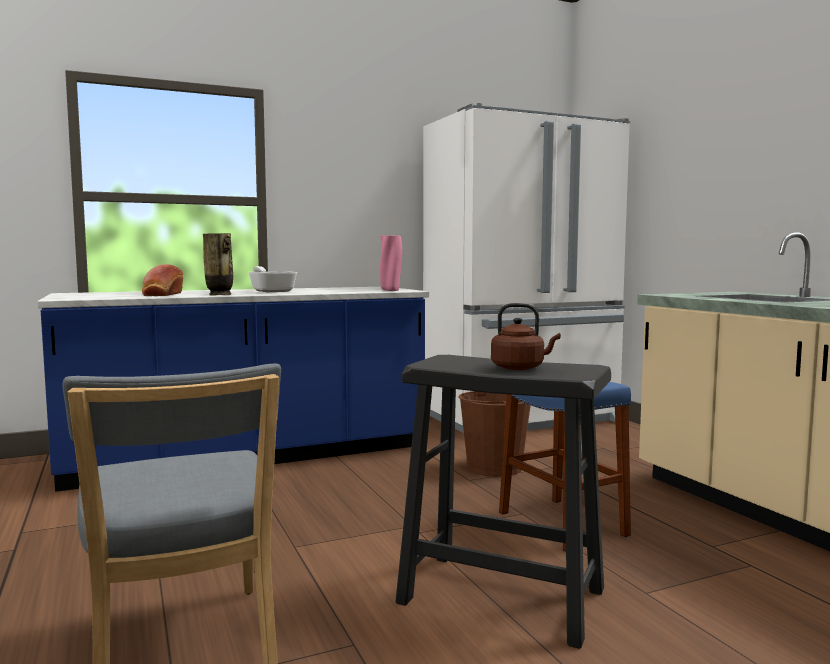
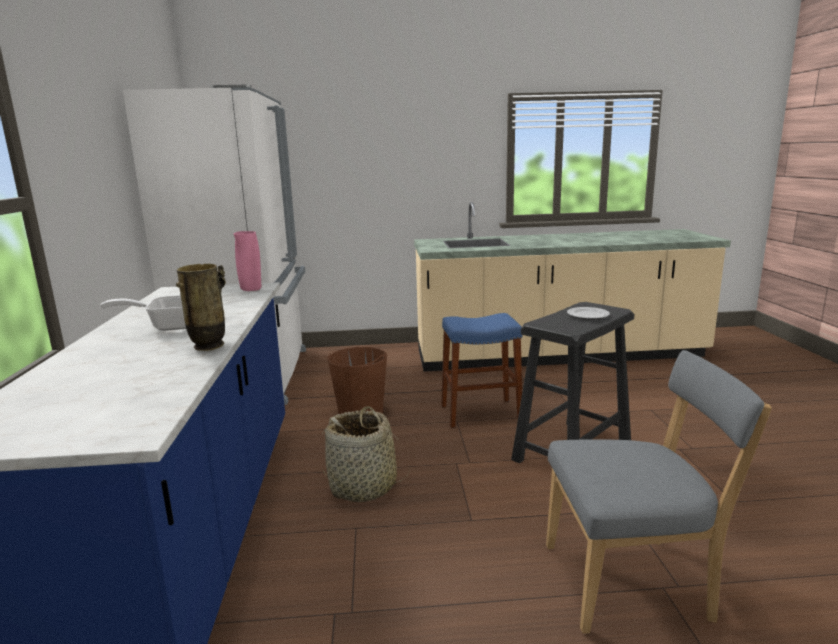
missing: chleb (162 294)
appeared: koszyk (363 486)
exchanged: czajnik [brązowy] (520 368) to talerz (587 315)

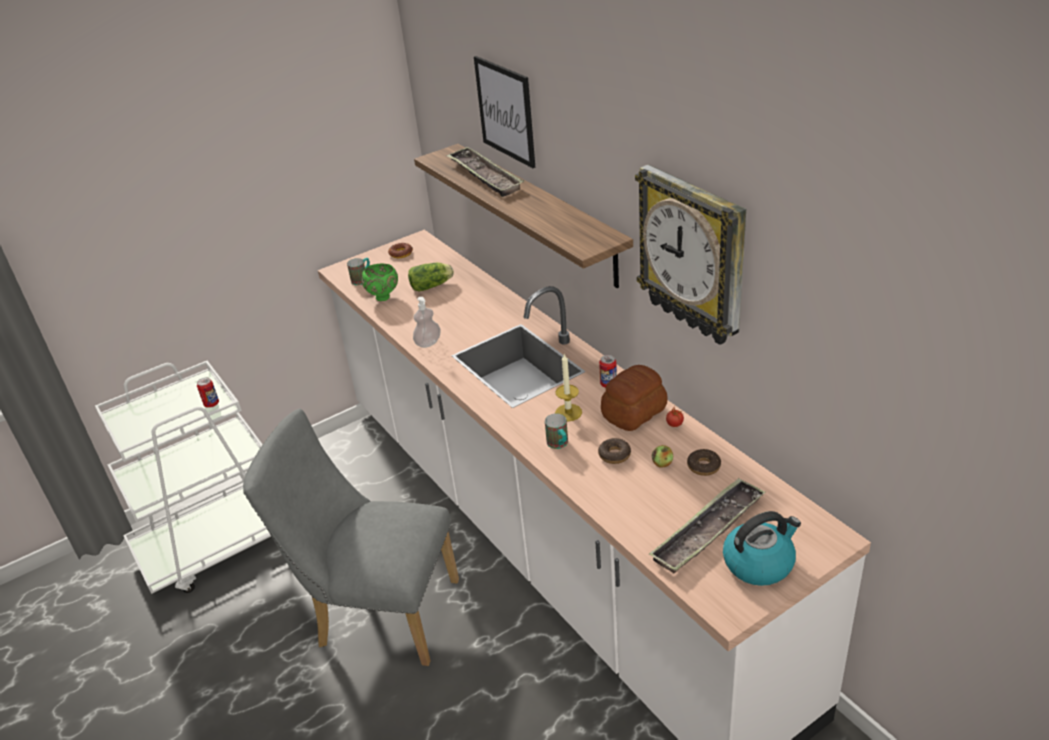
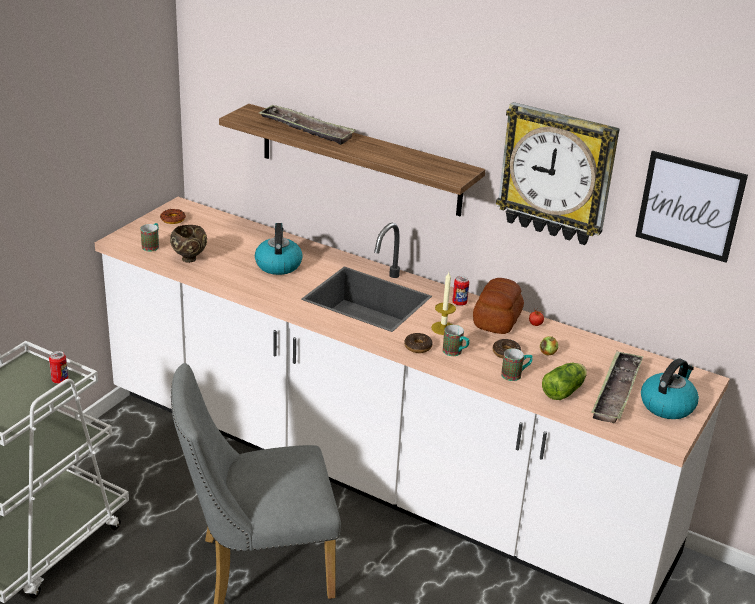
missing: dozownik mydła (428 343)
appeared: czajnik (278 265); kubek (515 375)
relocated: donut (703 466) to (418 347); sałata (433 286) to (565 390); obraz (505 111) to (690 206)
colour: miska [zielony] (384 297) to miska [brązowy] (190 259)

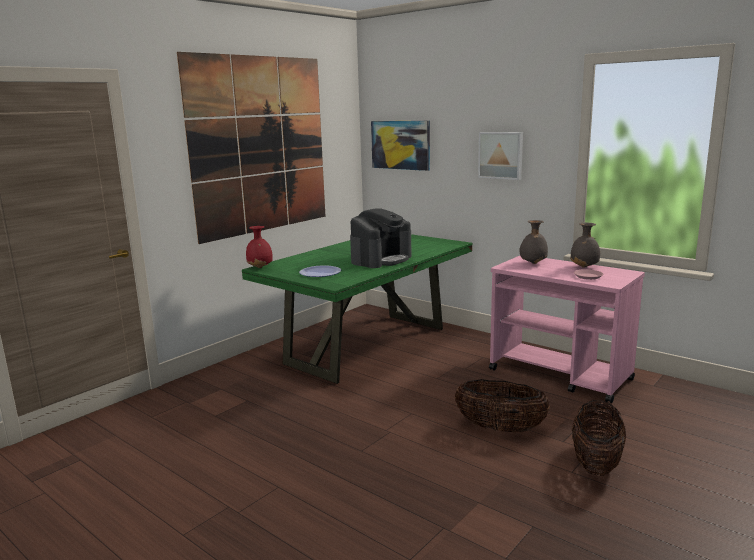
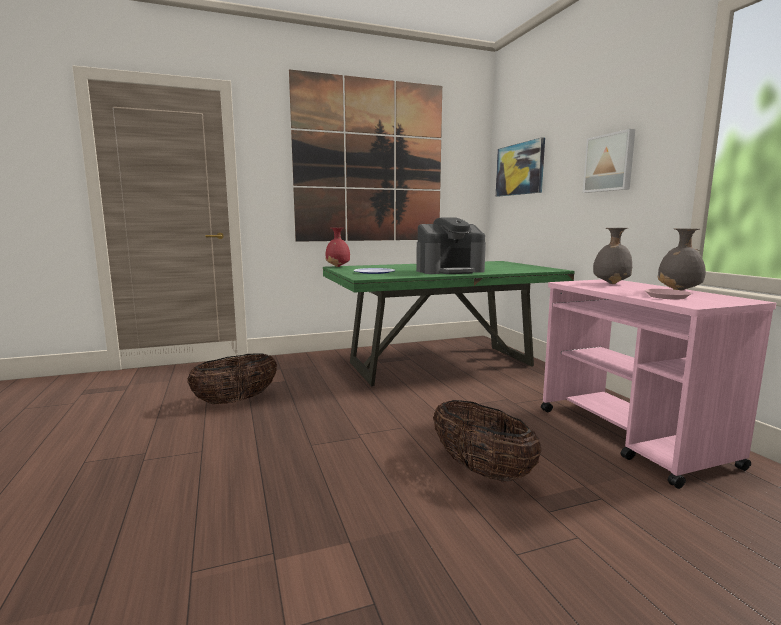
relocated: koszyk (596 462) to (236 400)

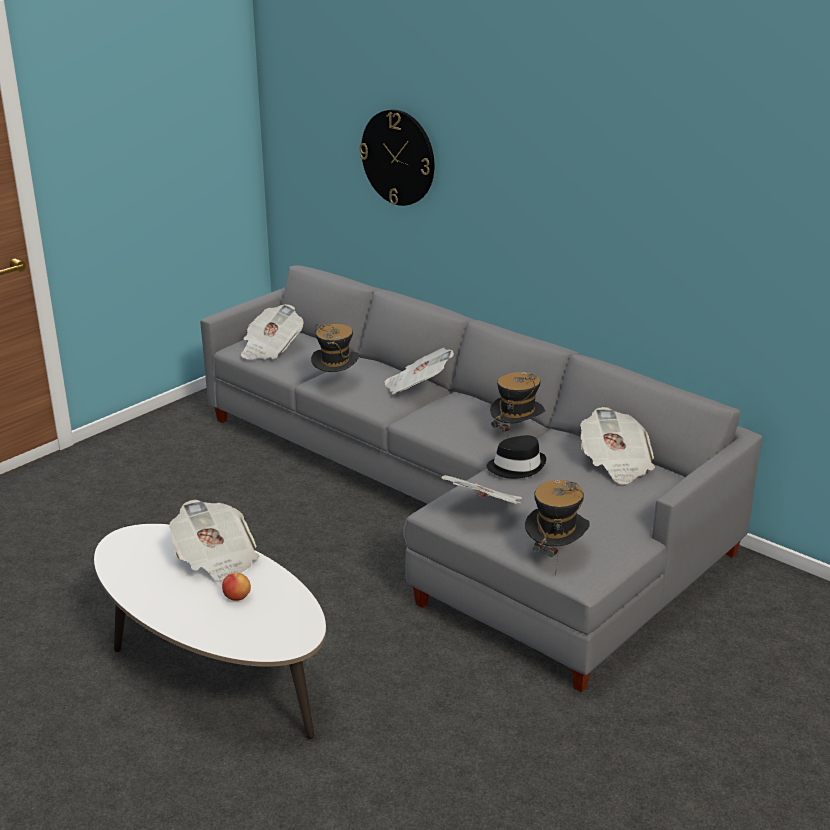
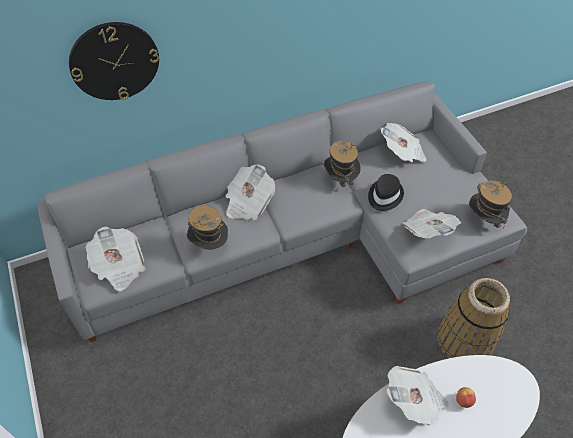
appeared: koszyk (465 339)

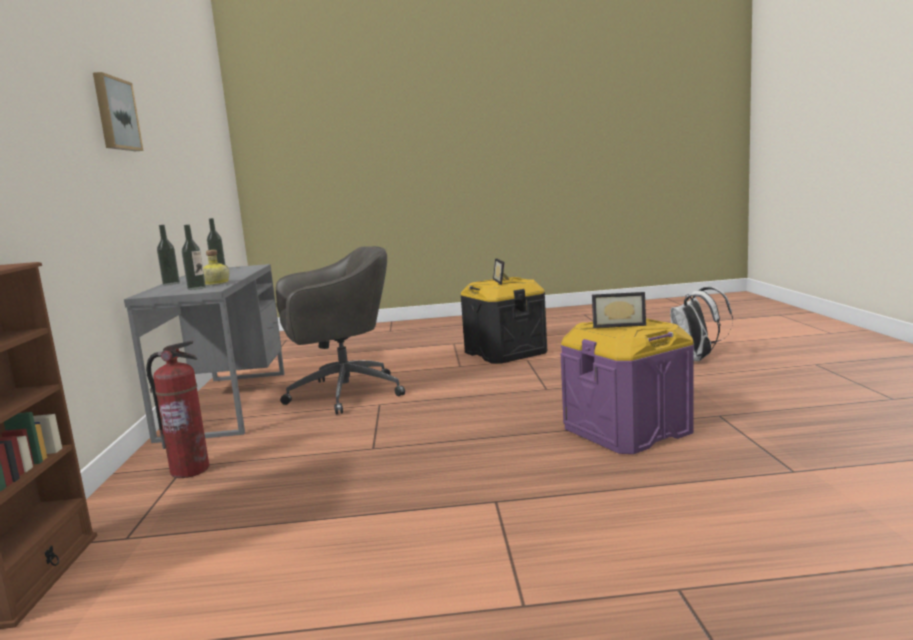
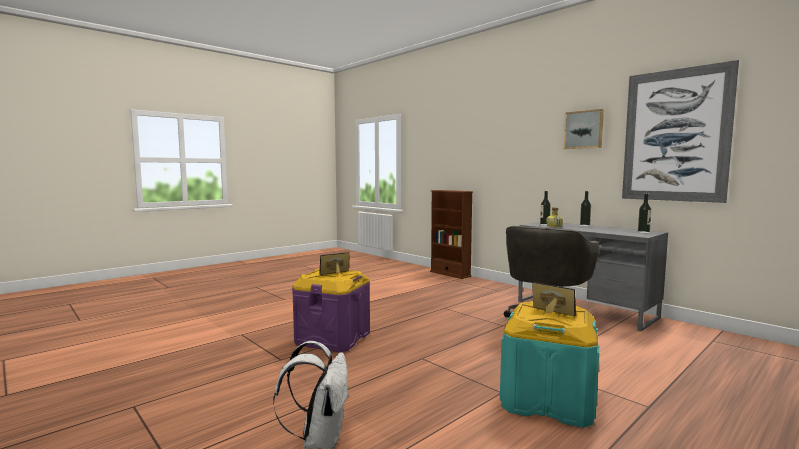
missing: gaśnica (190 470)
appeared: obraz (675 135)
colour: pojemnik do przechowywania [czarny] (505 353) to pojemnik do przechowywania [turkusowy] (547 400)

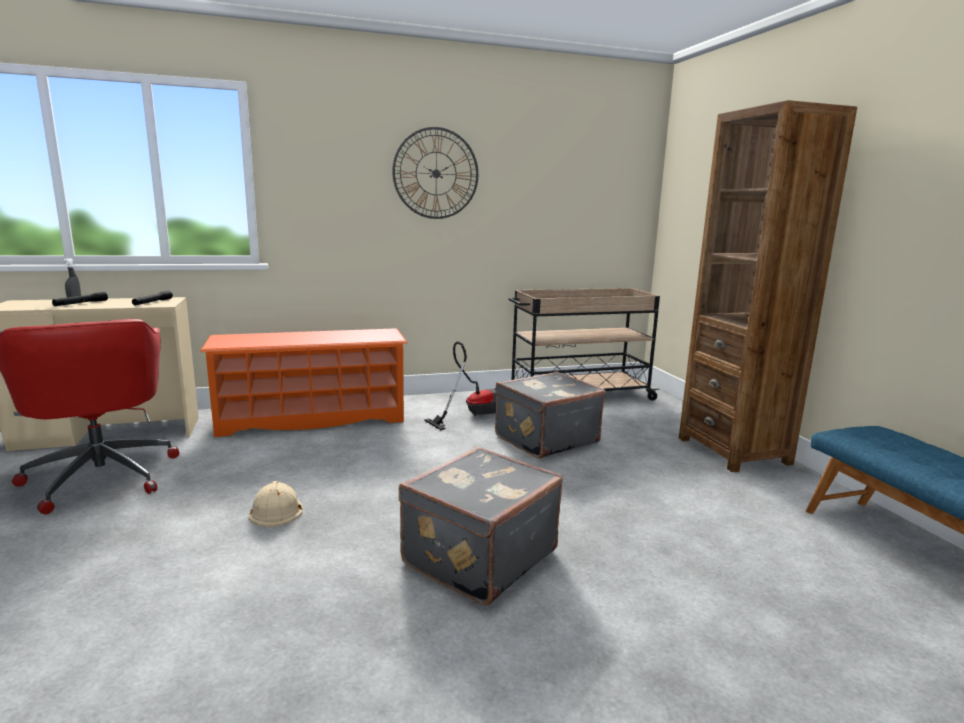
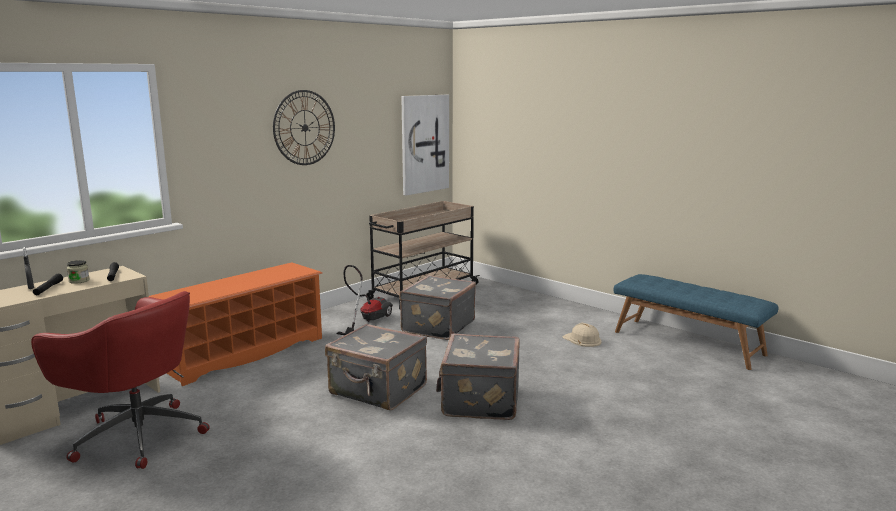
missing: regał [brązowy] (733 451)
appeared: słoik (79 281); walizka [szary] (378 391); obraz (424 144)
relocated: kask [beżowy] (276 510) to (582 340)

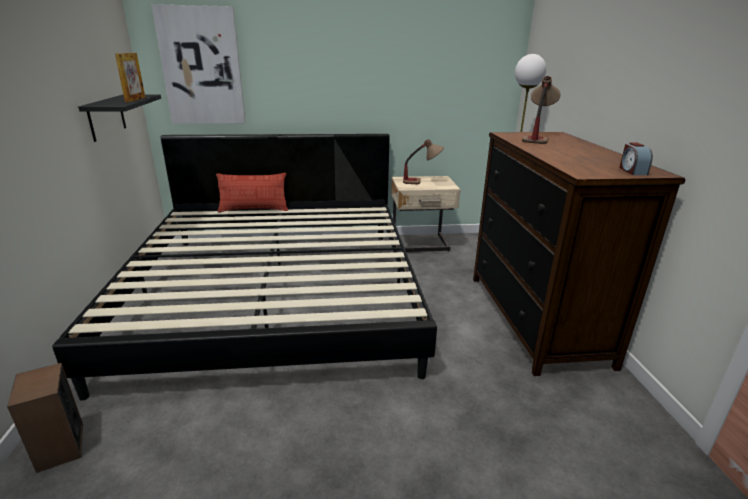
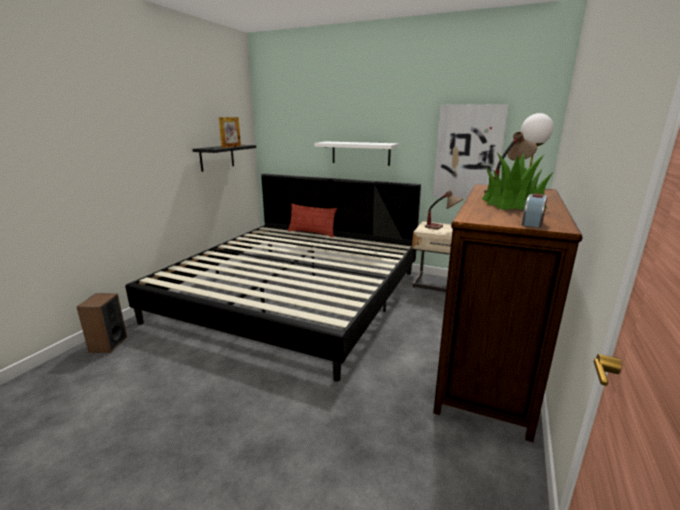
appeared: półka [biały] (360 153); roślina doniczkowa (512 203)
relocated: obraz (202 67) to (468 153)

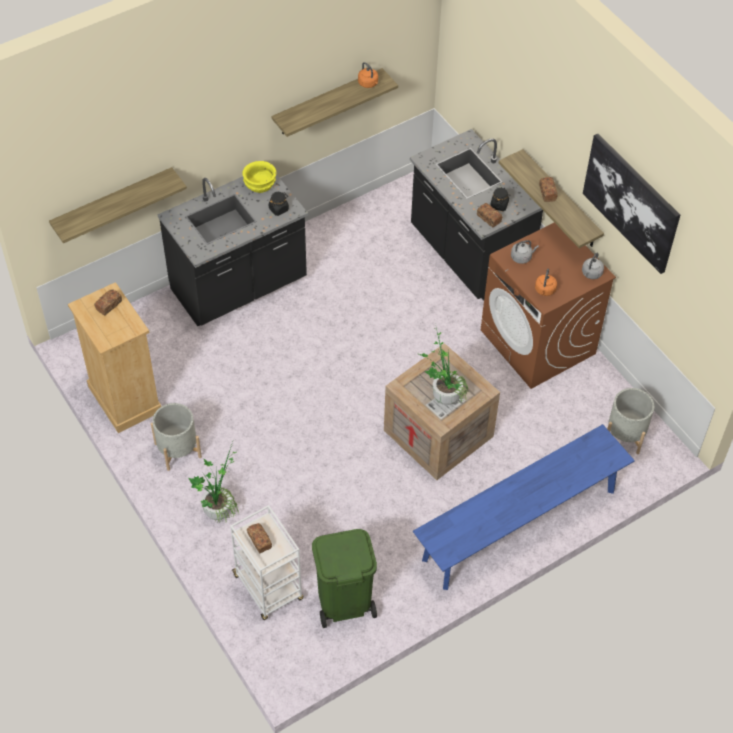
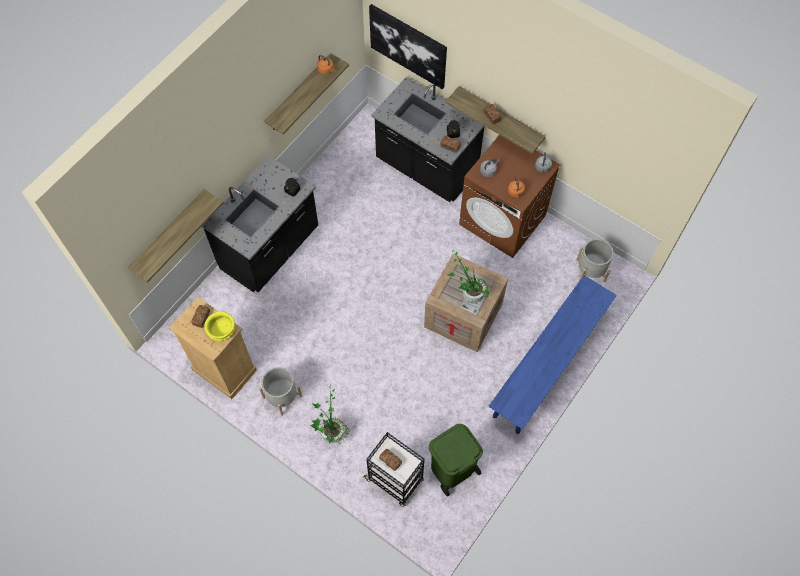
relocated: miska [żółty] (259 185) to (221 331); obraz (631 202) to (408 46)
colour: wózek [biały] (269 588) to wózek [czarny] (395 480)

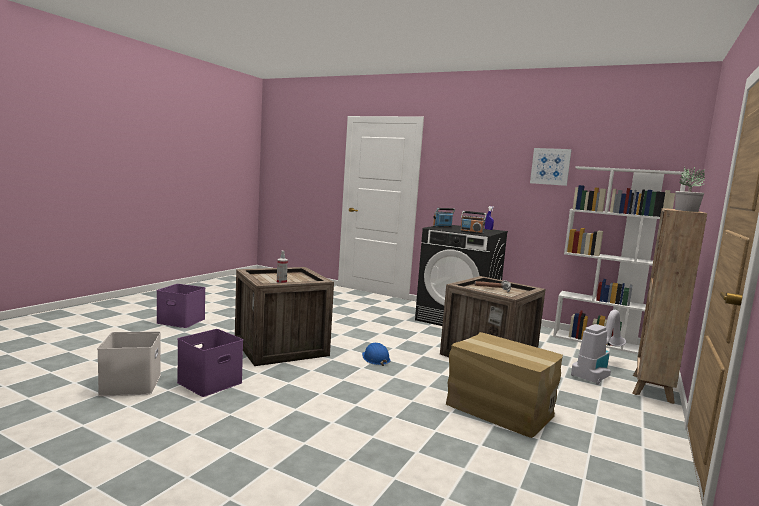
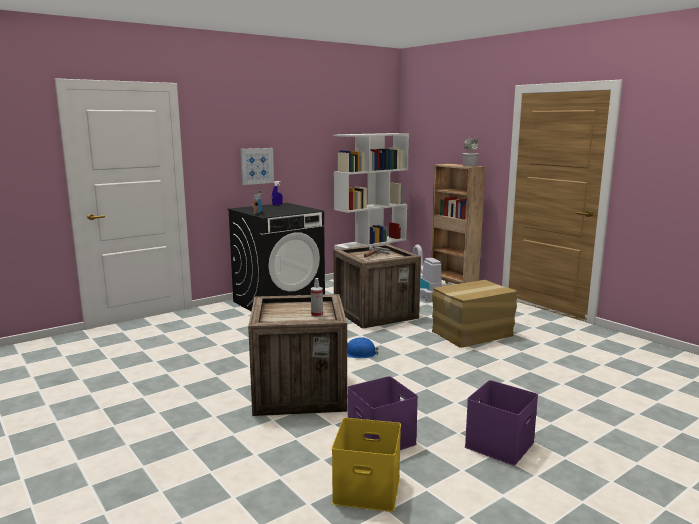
missing: radio (471 232)
relocated: obraz (550 166) to (256 166); pojemnik do przechowywania [fioletowy] (182 321) to (499 443)
colour: pojemnik do przechowywania [biały] (130 384) to pojemnik do przechowywania [żółty] (365 489)

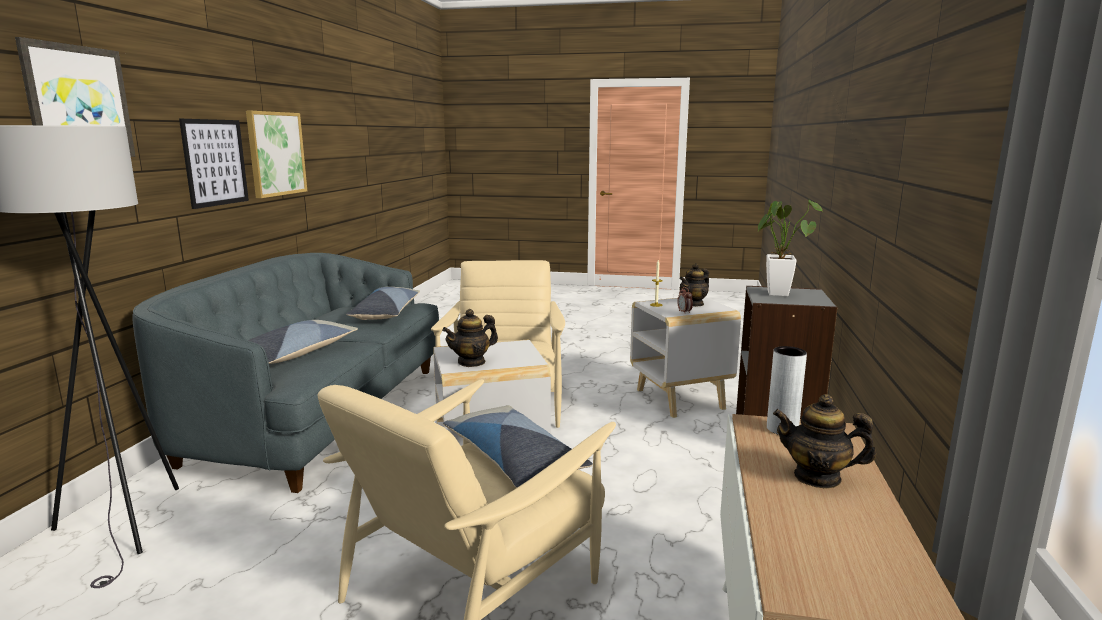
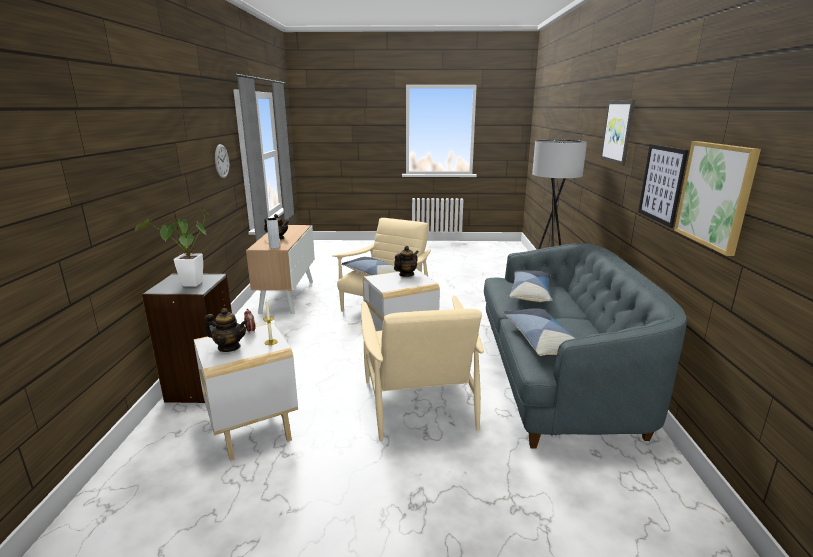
appeared: zegar ścienny (221 161)
spun: imbryk (693 304) = (229 347) 60 degrees clockwise

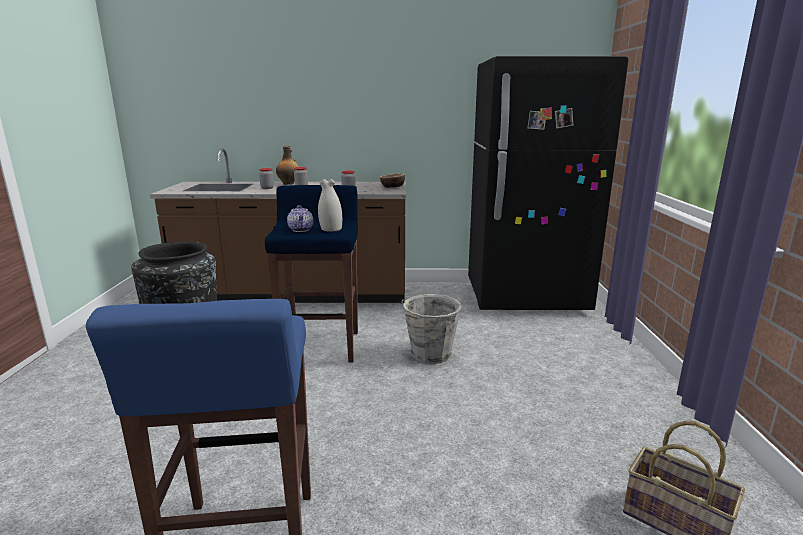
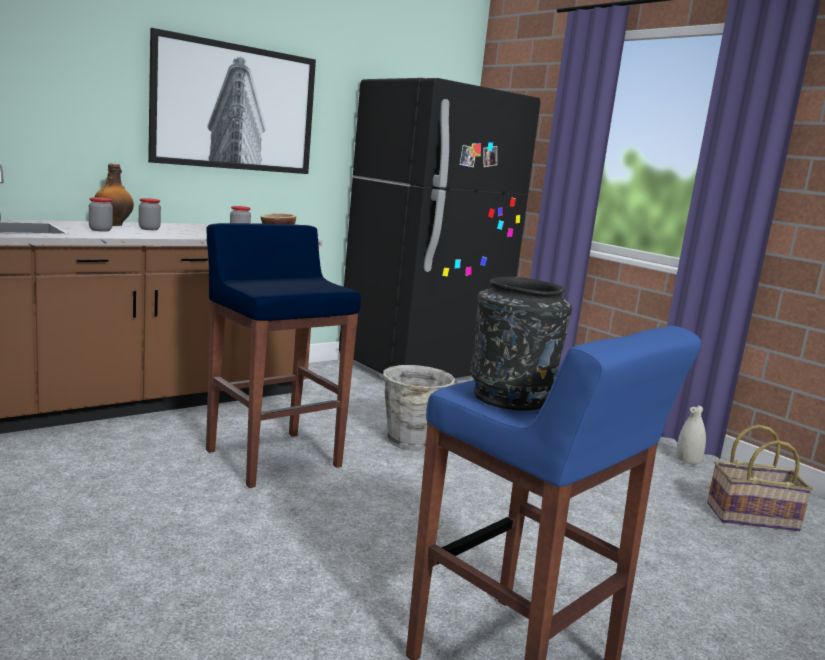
missing: imbryk (301 230)
appeared: obraz (234 107)
relocated: wazon [biały] (330 229) to (688 460)

